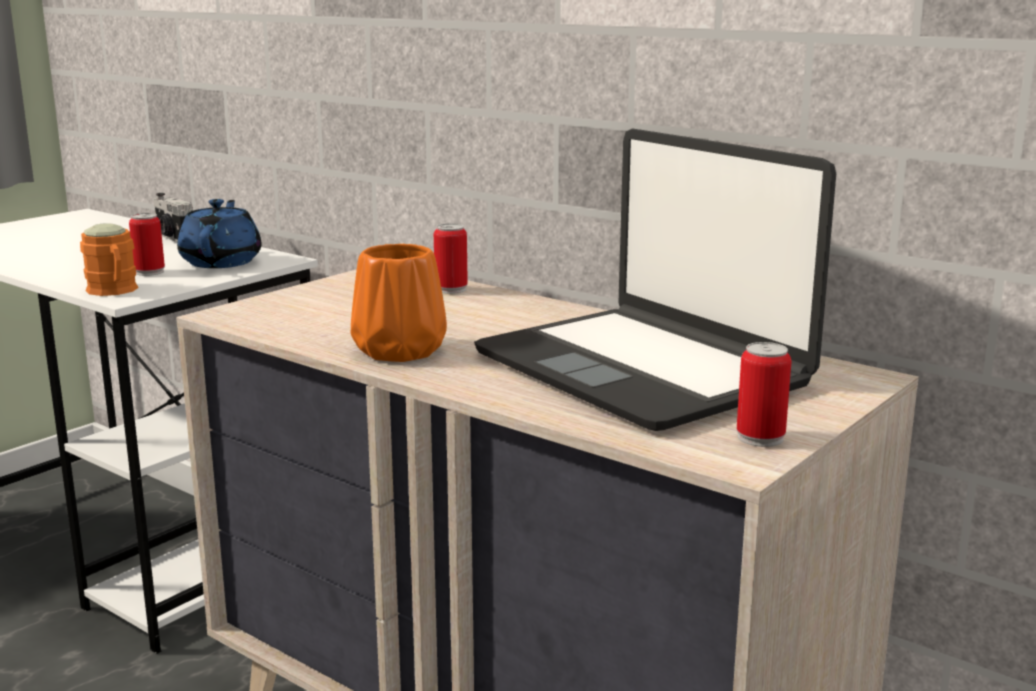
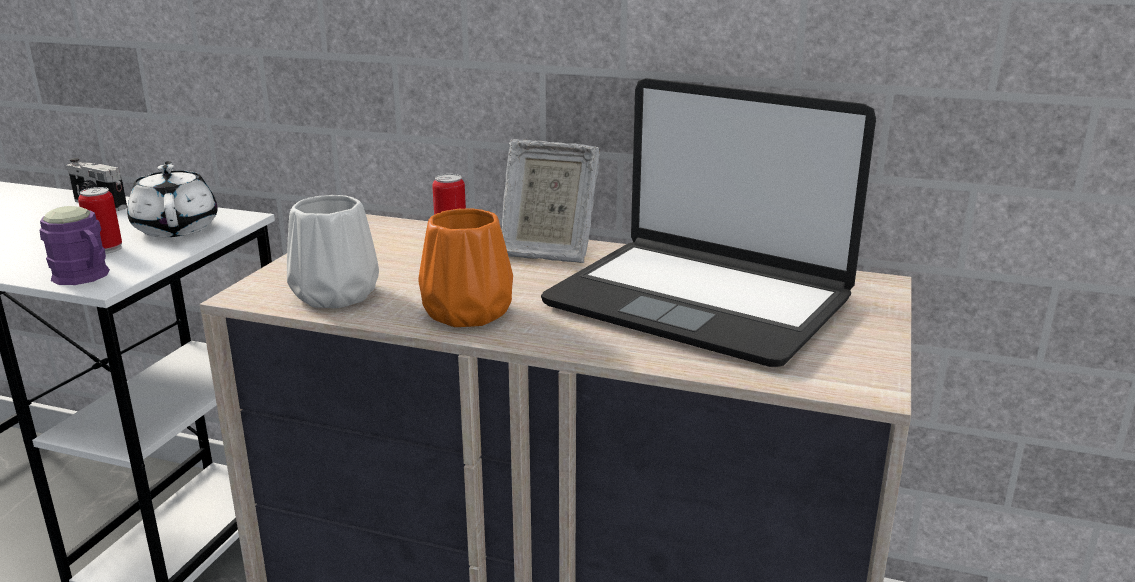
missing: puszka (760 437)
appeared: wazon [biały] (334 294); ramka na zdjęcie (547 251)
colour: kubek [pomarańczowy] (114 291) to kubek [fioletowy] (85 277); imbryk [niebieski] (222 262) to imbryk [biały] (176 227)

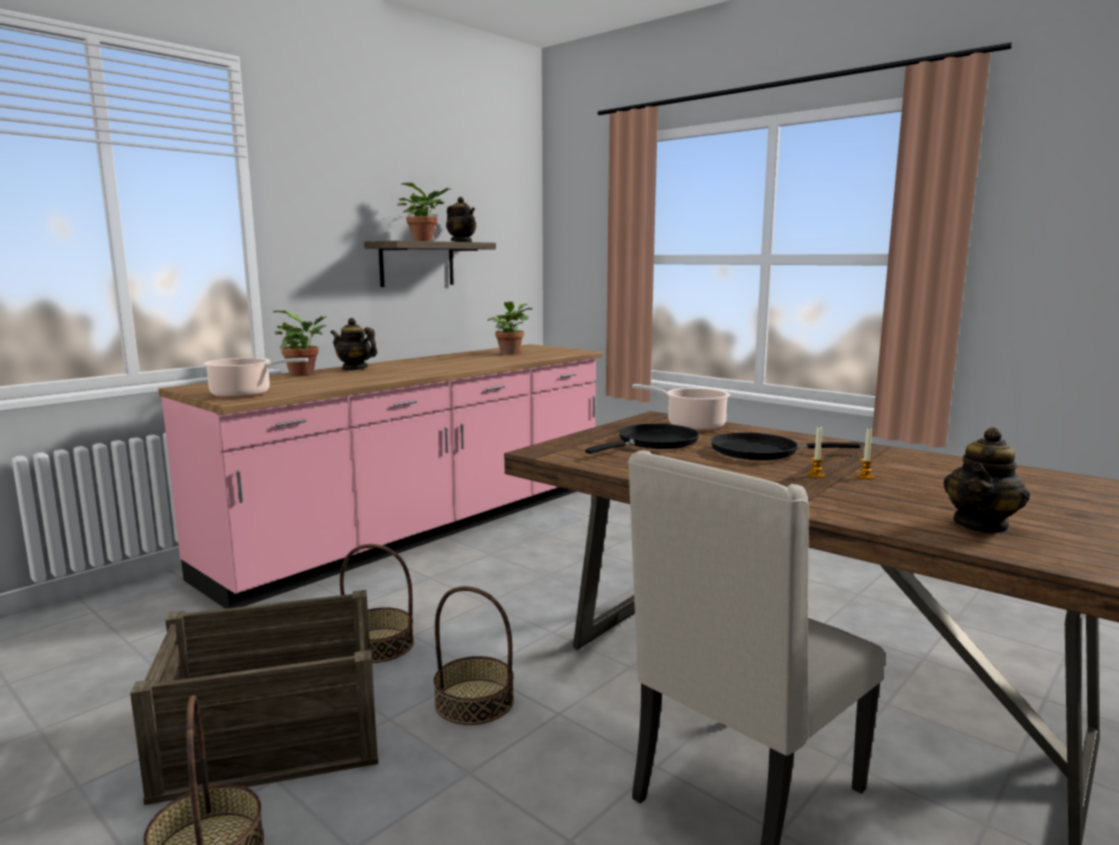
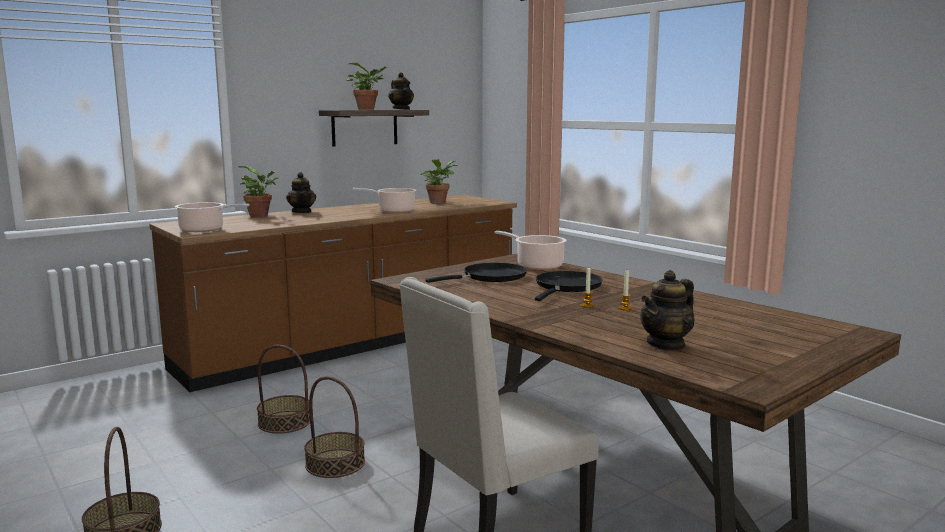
missing: skrzynka (272 732)
appeared: garnek (394 211)
colour: zabudowa kuchenna [różowy] (423 529) to zabudowa kuchenna [brązowy] (355 344)
spun: imbryk (354 368) = (302 212) 150 degrees counterclockwise; patelnia [czarny] (760 452) = (566 287) 105 degrees clockwise

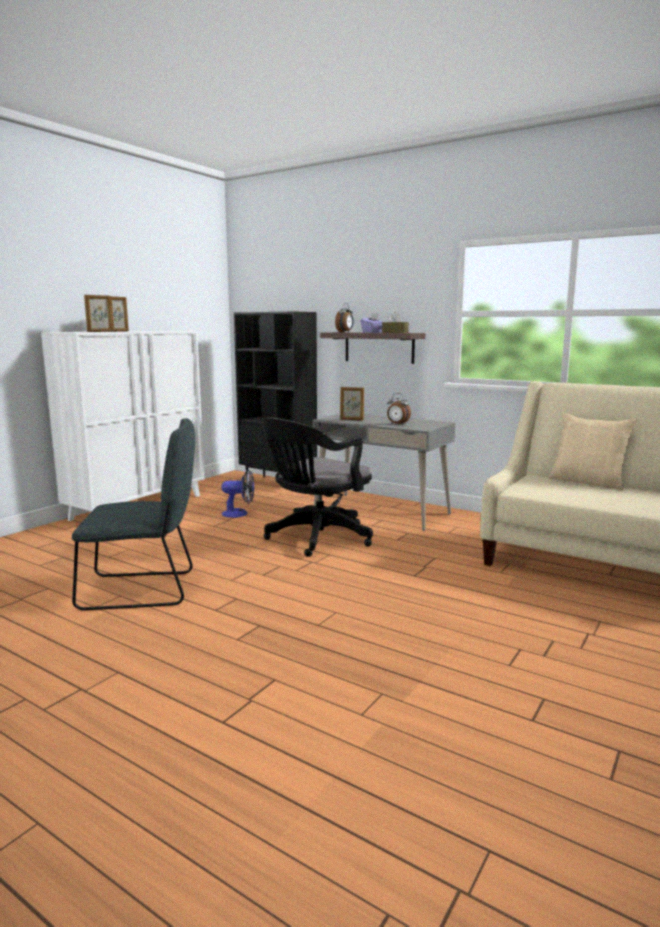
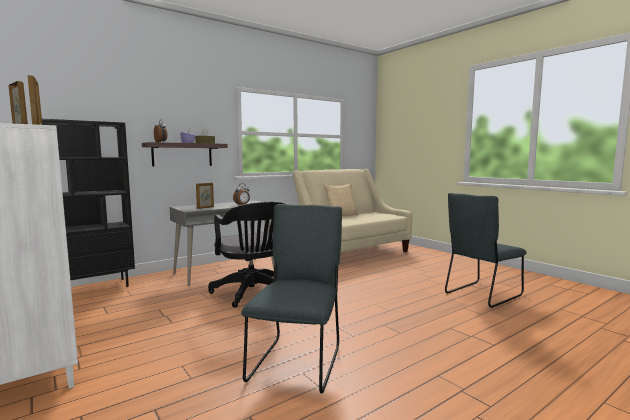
missing: wentylator (239 513)
appeared: krzesło [szary] (481 295)

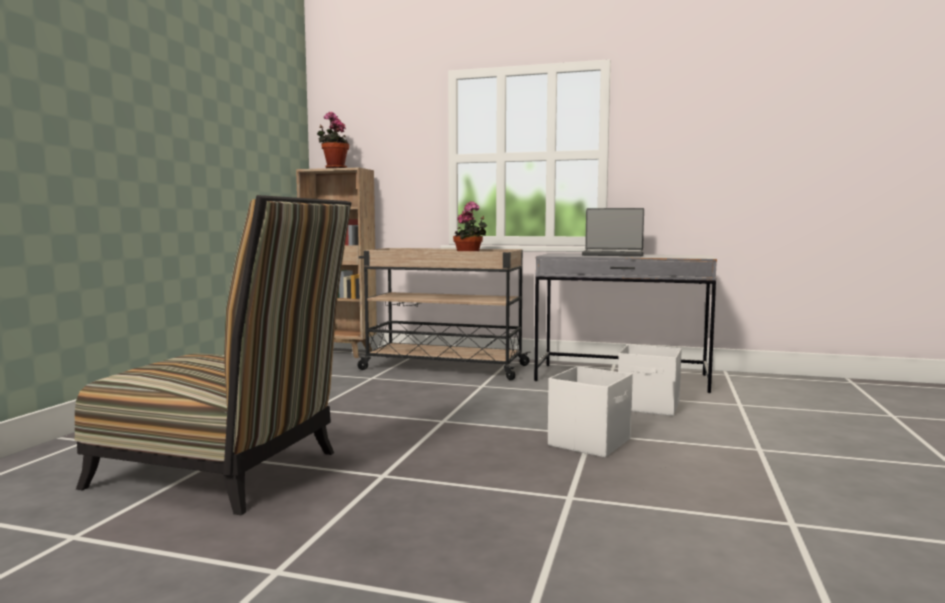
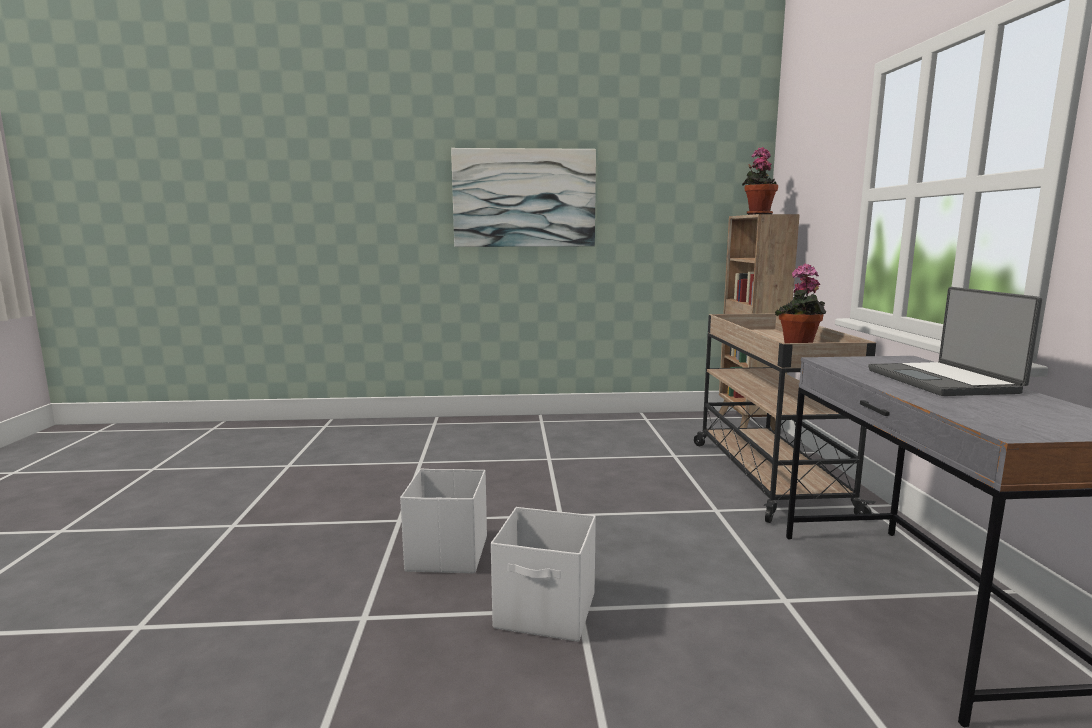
missing: krzesło (228 472)
appeared: obraz (524 198)
relocated: pojemnik do przechowywania [biały] (649 406) to (446 554)

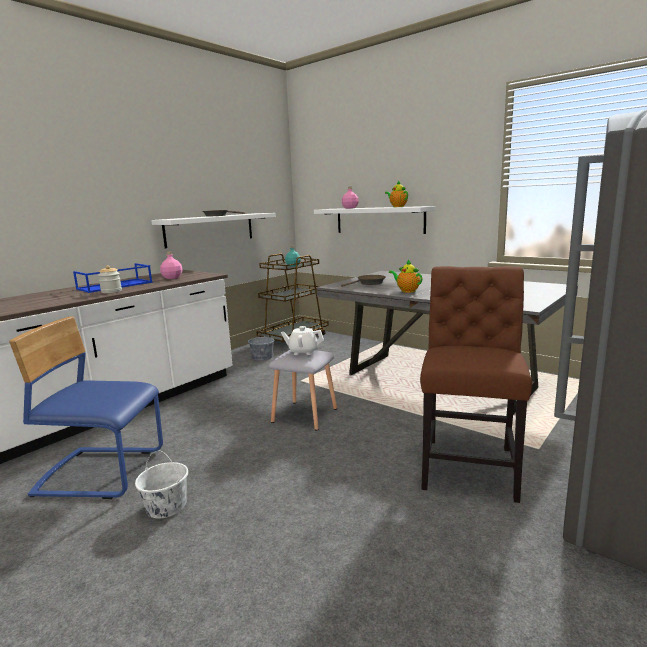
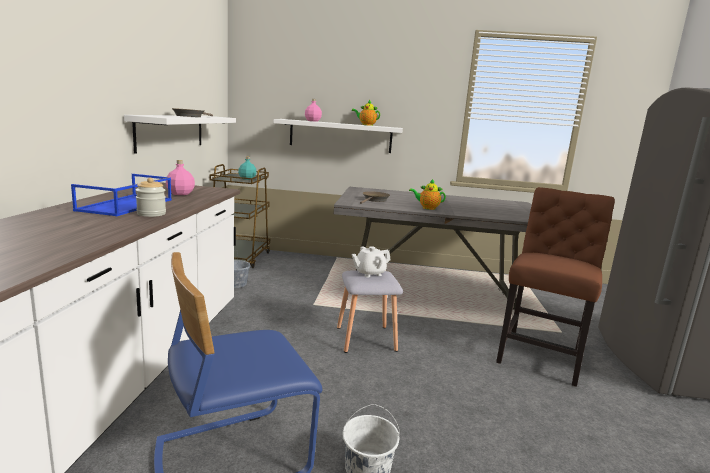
spun: krzesło [brązowy] (469 465) = (541 354) 45 degrees clockwise

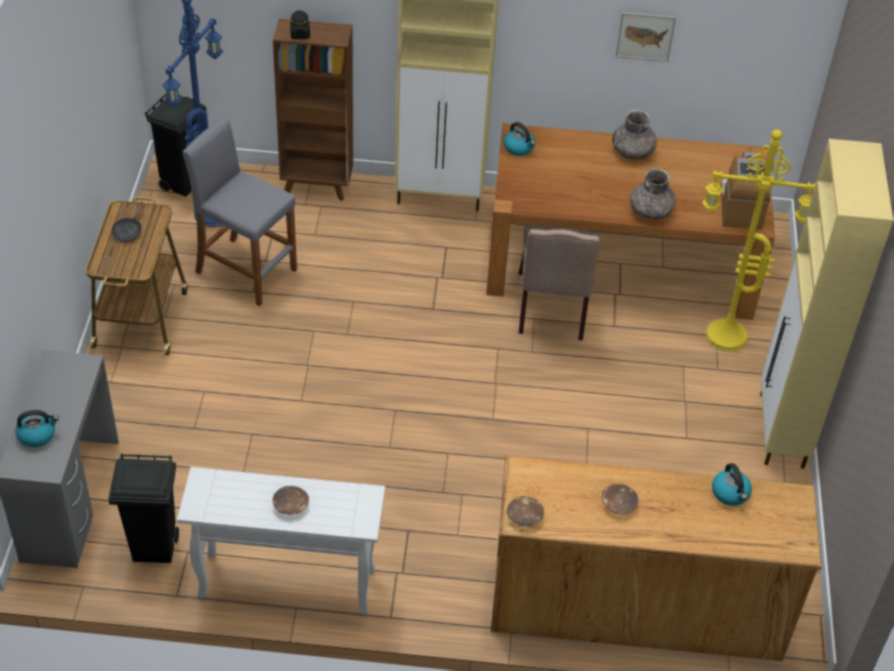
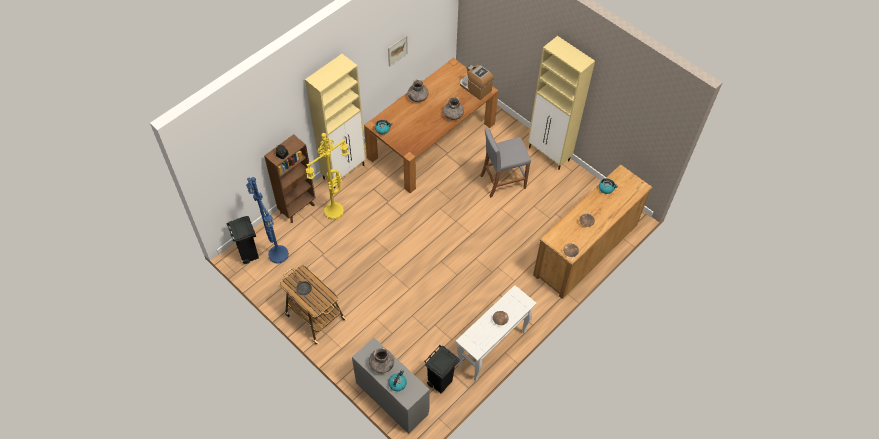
missing: krzesło [beżowy] (553 310)
appeared: wazon [szary] (381 364)
relocated: lampa stojąca [żółty] (724 338) to (334 212); stołek [szary] (245 271) to (502 181)

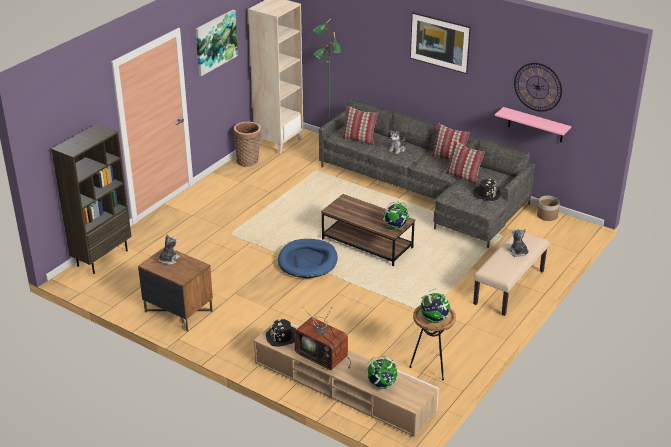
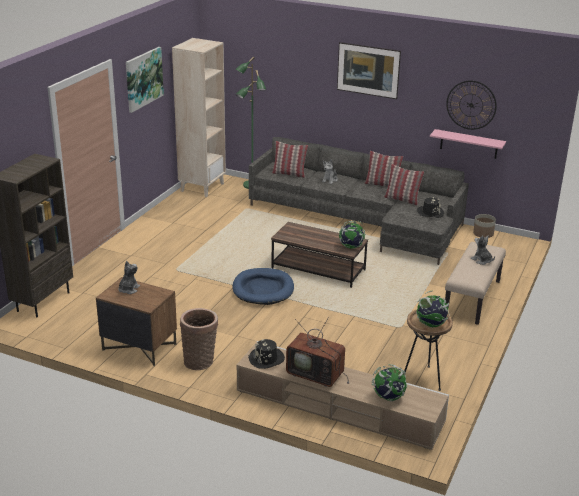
relocated: koszyk (248 161) to (200 361)

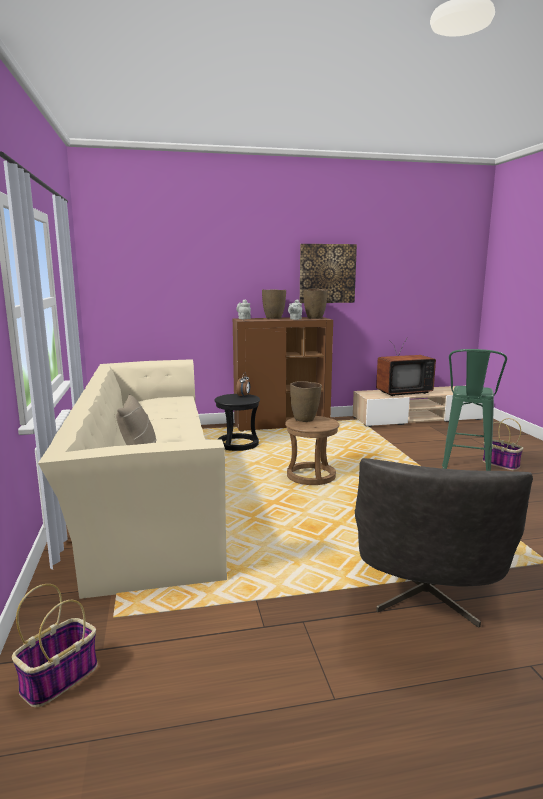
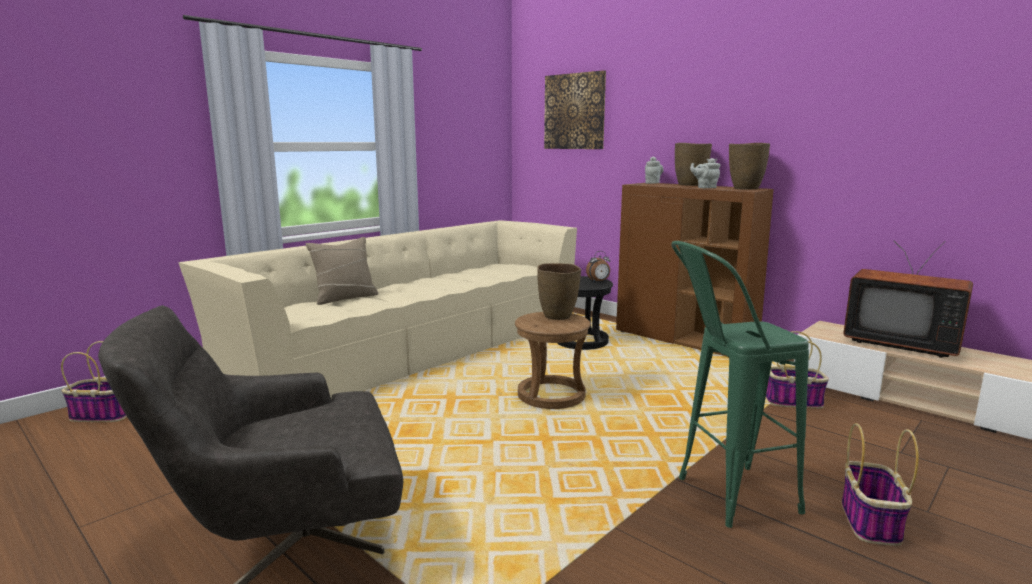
appeared: koszyk (794 401)
relocated: obraz (327 273) to (574 111)

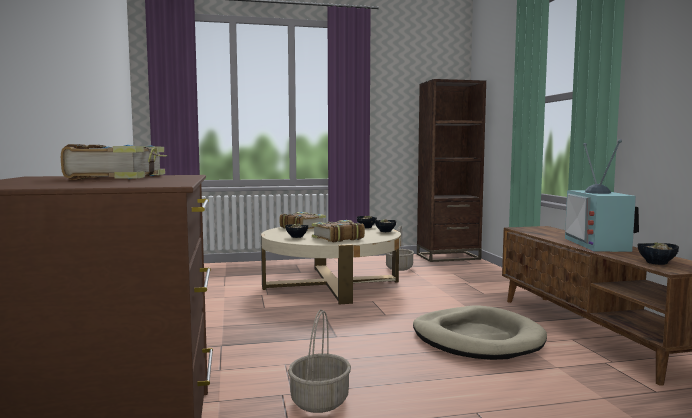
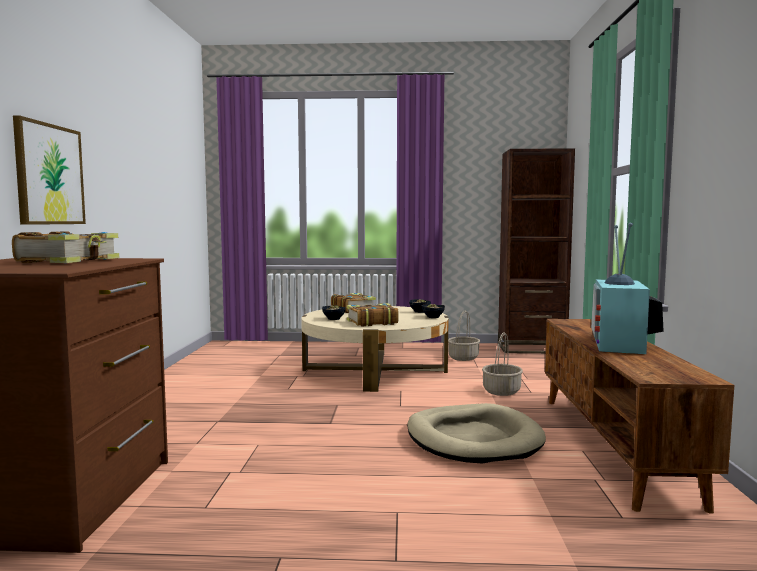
missing: miska (657 263)
appeared: obraz (49 174)
relocated: koszyk (319 400) to (501 391)

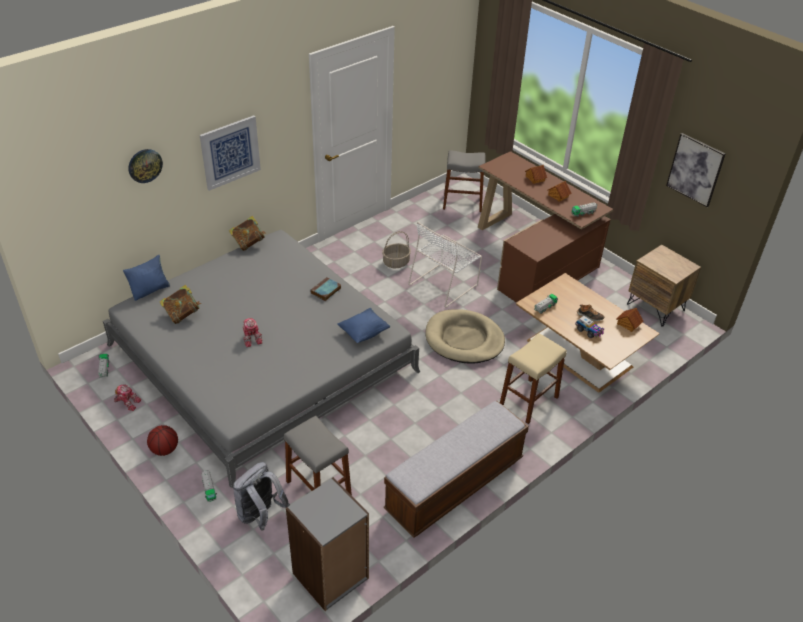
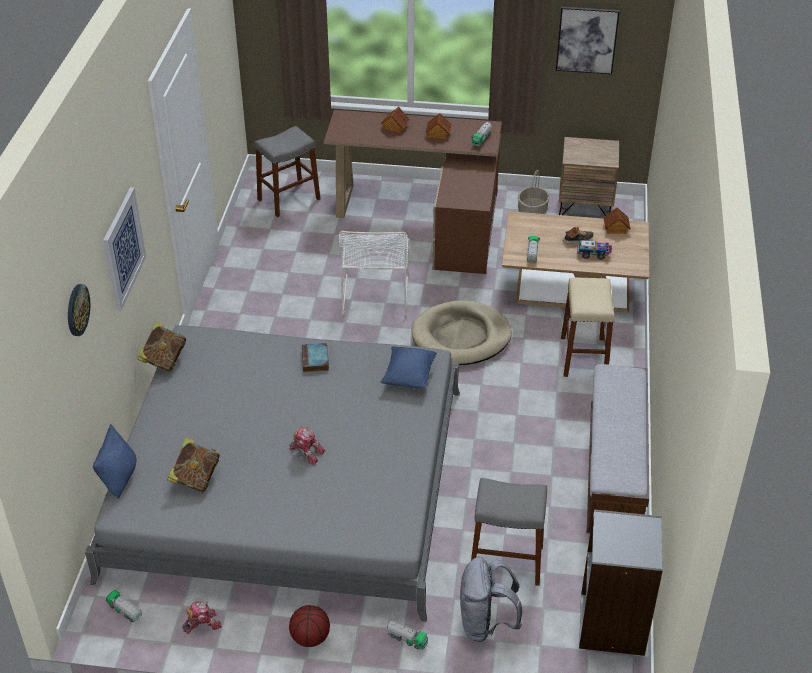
relocated: koszyk (396 262) to (532 211)

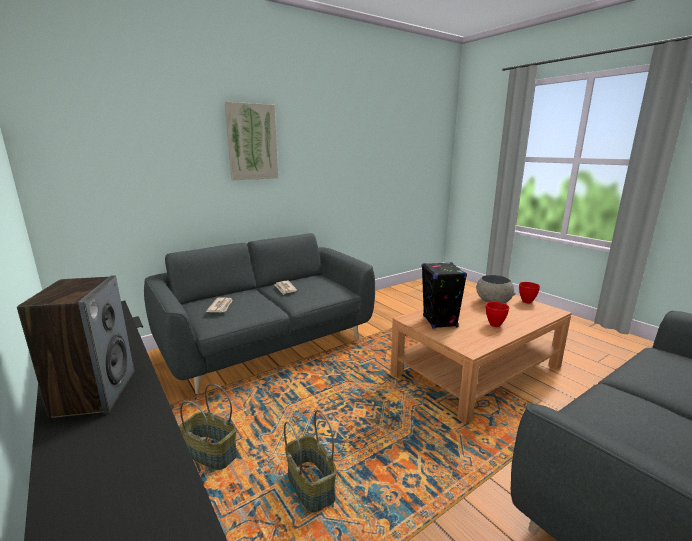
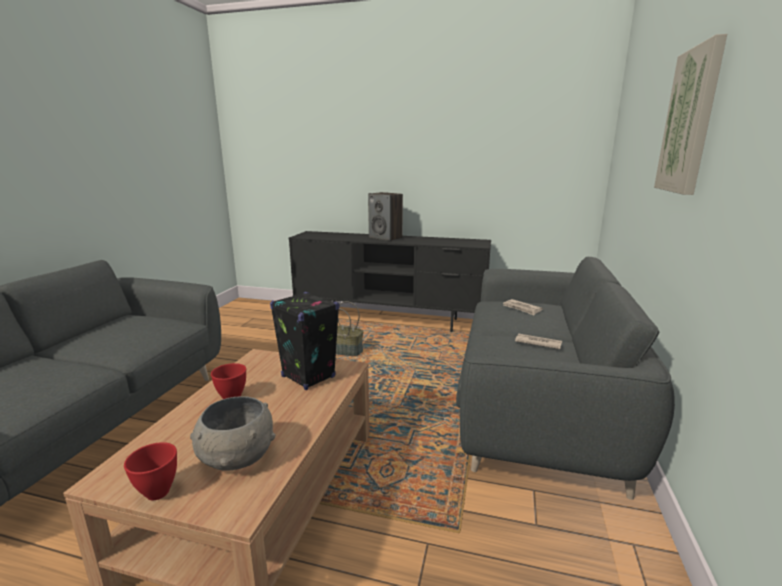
missing: koszyk (210 454)

